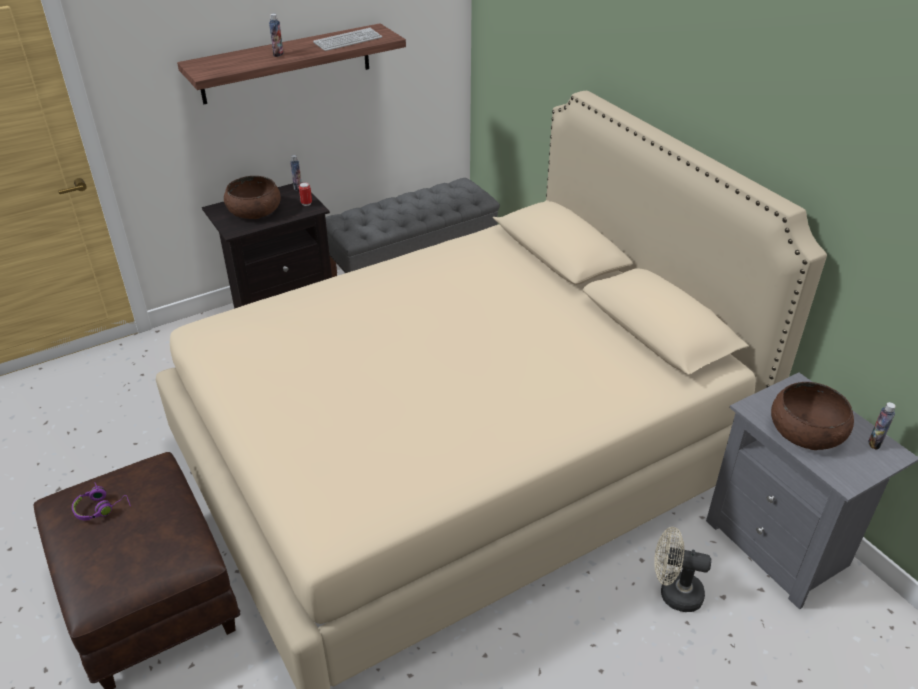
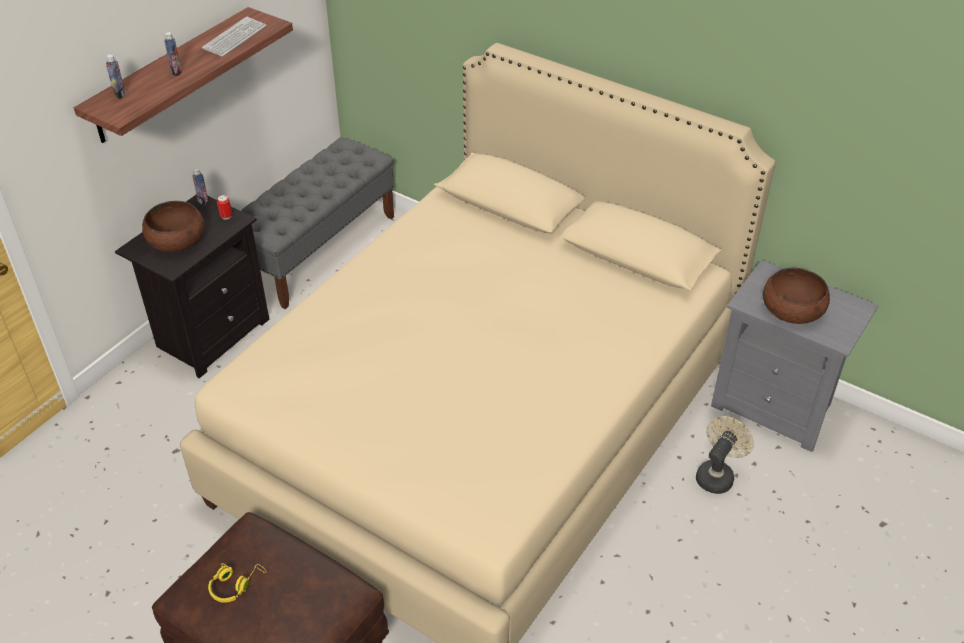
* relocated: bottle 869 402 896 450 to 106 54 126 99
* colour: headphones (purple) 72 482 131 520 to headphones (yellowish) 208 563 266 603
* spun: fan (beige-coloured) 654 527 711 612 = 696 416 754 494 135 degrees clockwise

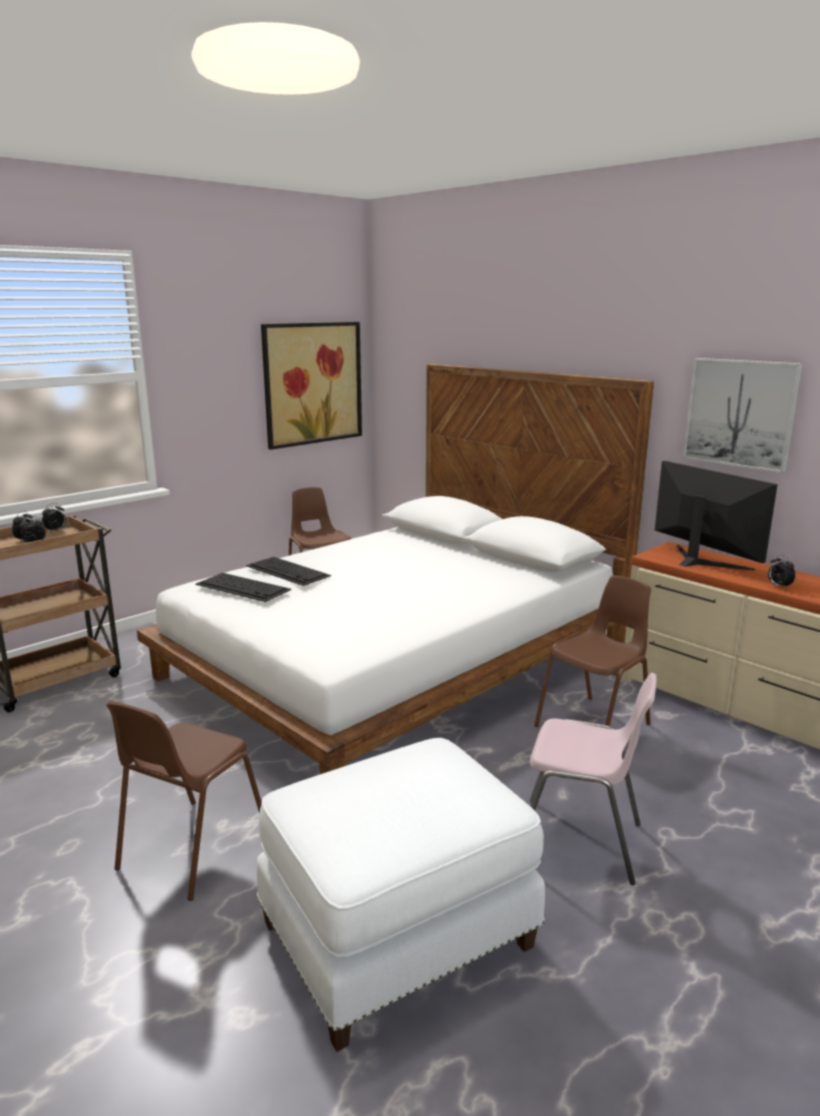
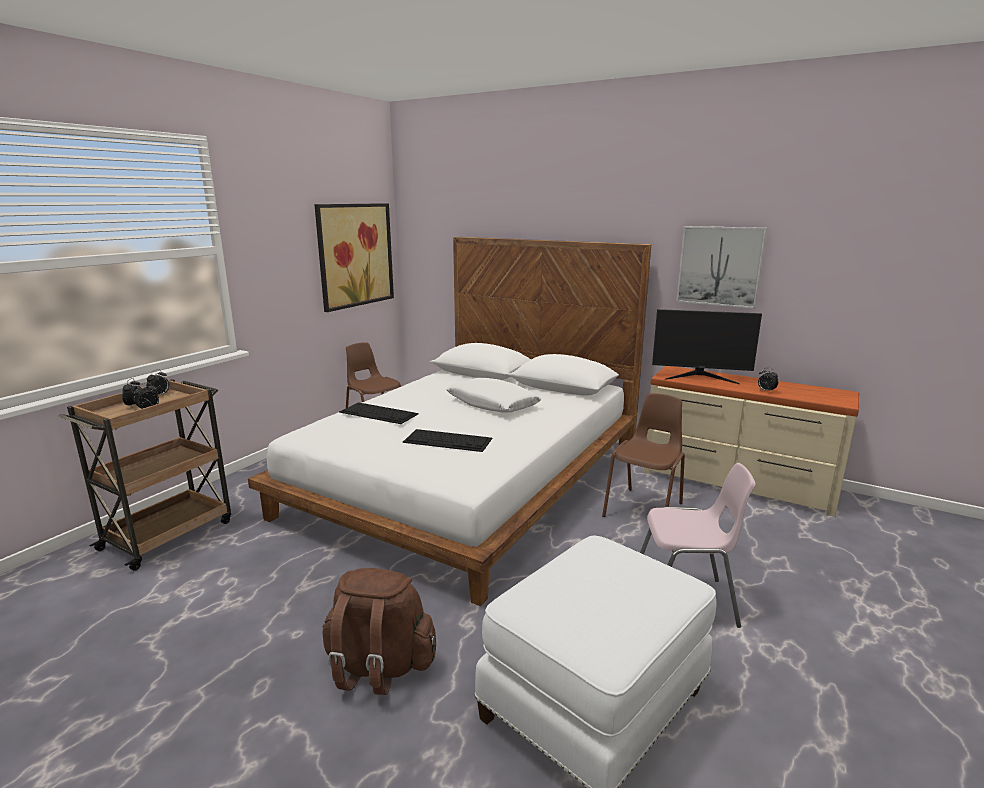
* appeared: throw pillow (white-coloured) 447 378 541 413
* relocated: PC keyboard 195 573 291 602 to 403 429 492 452
* exchanged: chair (brown) 107 701 262 901 to rucksack (brown) 322 568 436 695
* spun: monitor 655 461 778 571 = 652 309 762 384 150 degrees clockwise

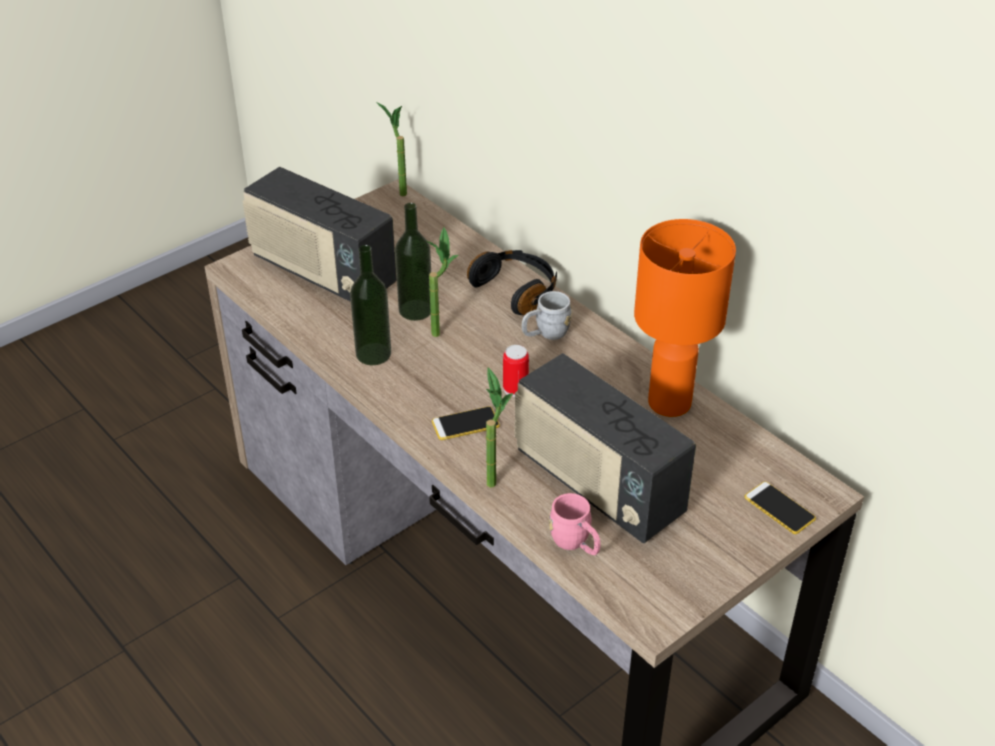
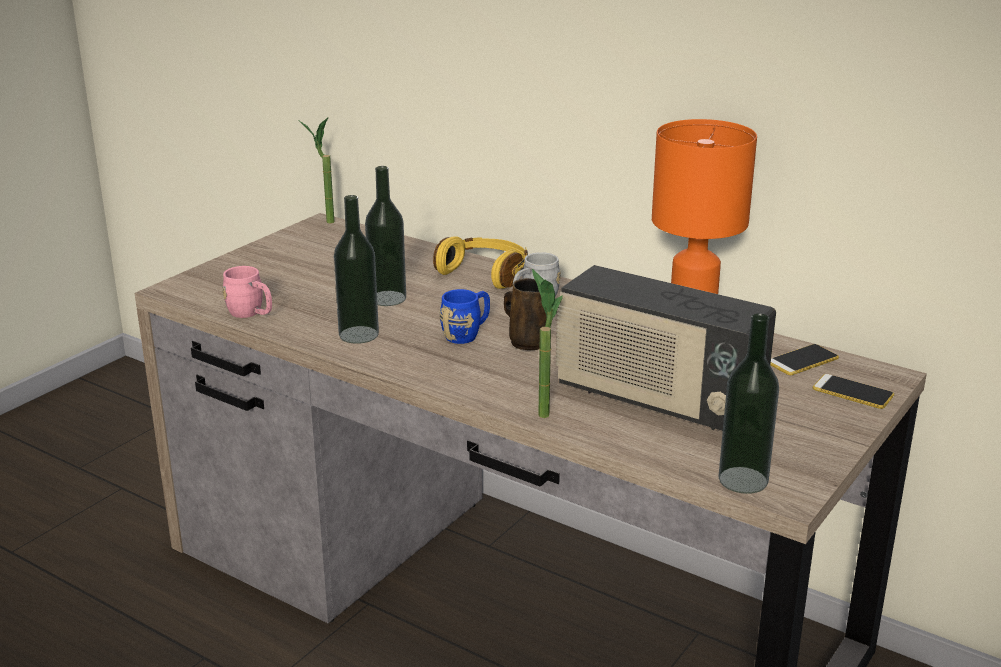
* missing: radio receiver 242 167 397 302
* missing: houseplant 425 227 459 337
* appeared: mug (blue-coloured) 439 289 490 344
* appeared: bottle 718 314 779 494
* relocated: phone 432 406 500 440 to 771 344 839 375
* relocated: mug (pinkish) 548 493 600 555 to 222 266 272 318
* exchanged: metal can 503 345 529 397 to mug (brown) 504 278 547 350
* colour: headphones (black) 467 250 557 315 to headphones (yellowish) 433 236 528 289

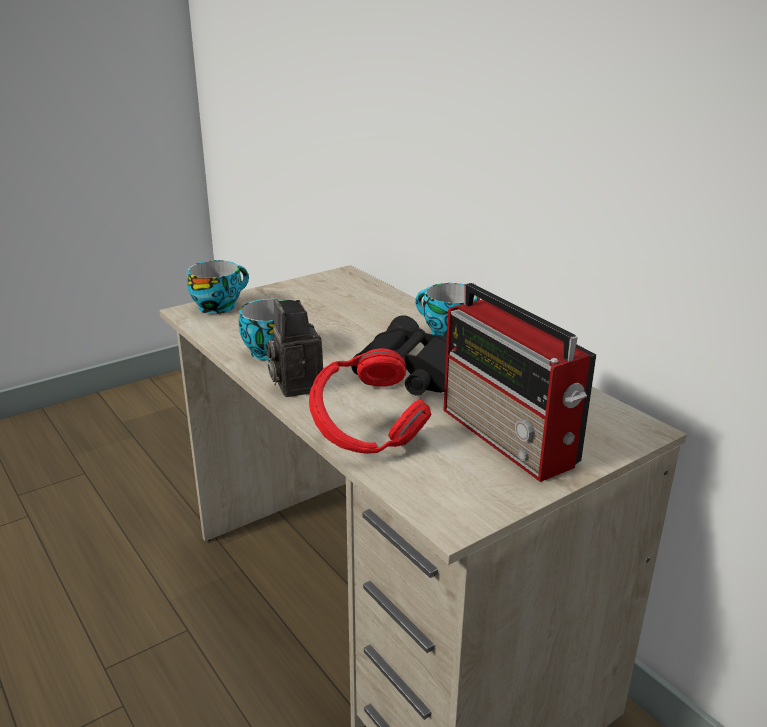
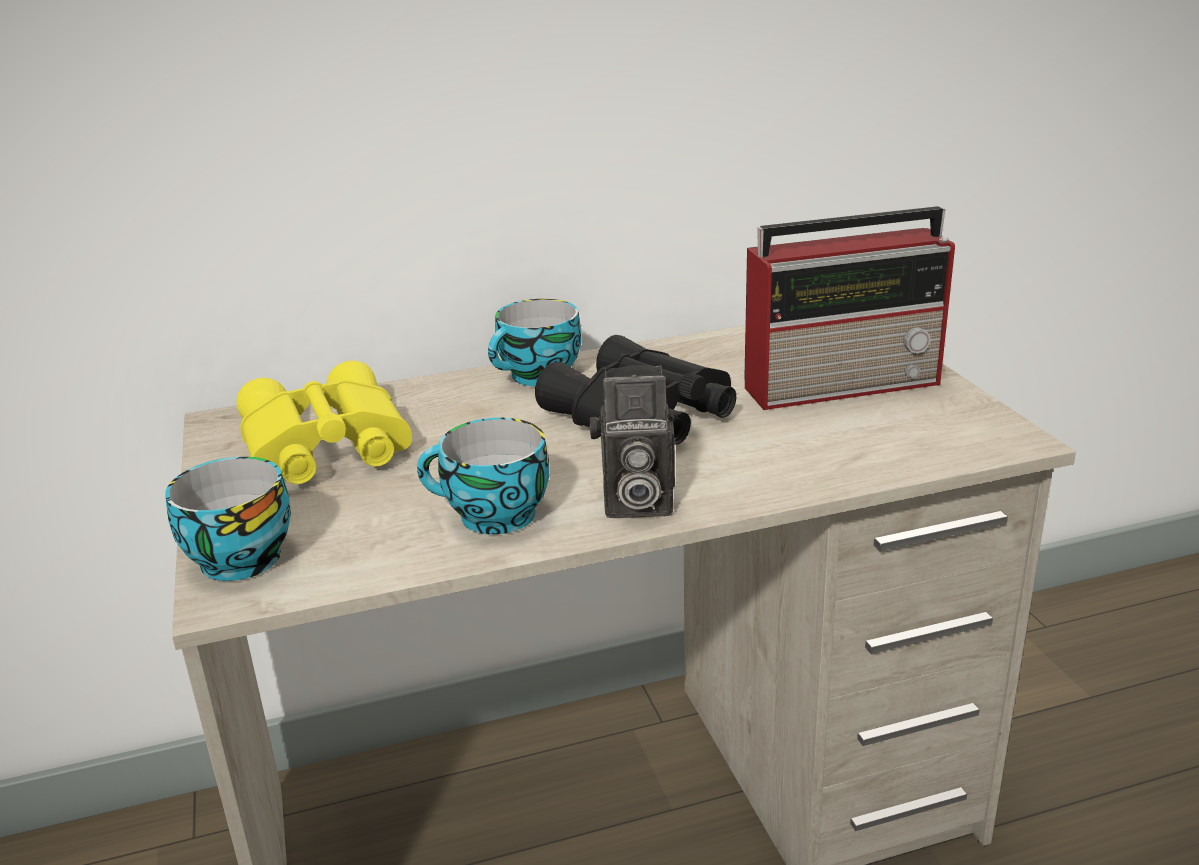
* missing: headphones (reddish) 309 348 431 454
* appeared: field glasses (yellowish) 236 361 412 484

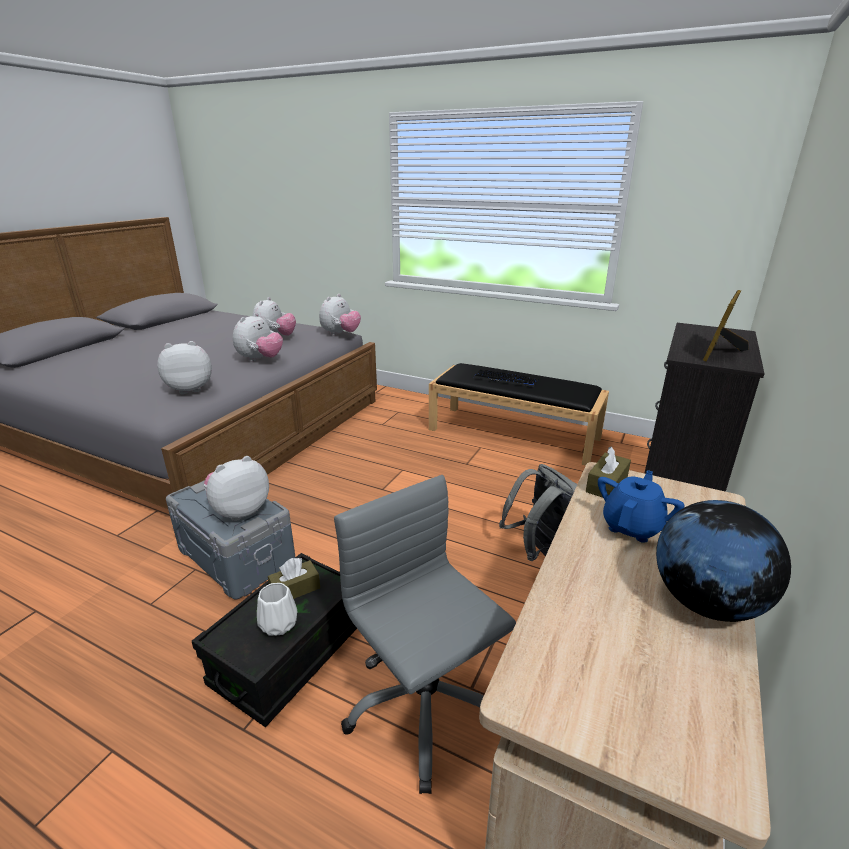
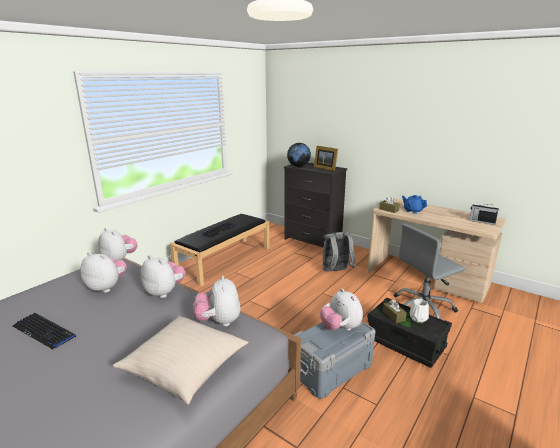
* appeared: PC keyboard 13 313 76 349
* appeared: throw pillow (beige-coloured) 113 316 249 405
* appeared: radio receiver 469 204 499 225
* relocated: globe 656 500 791 622 to 287 143 311 167

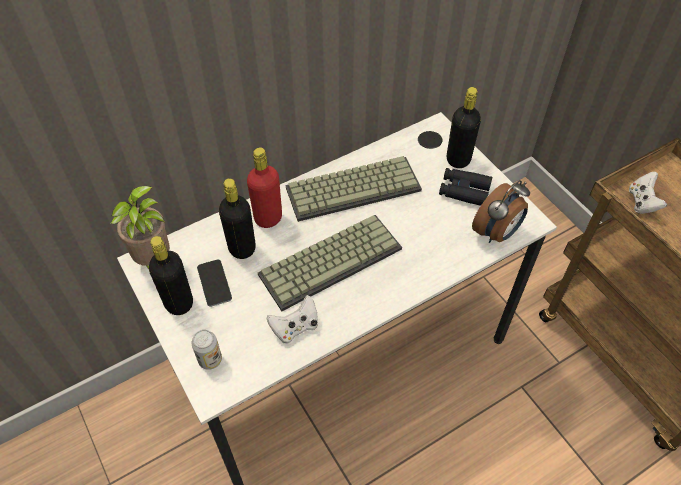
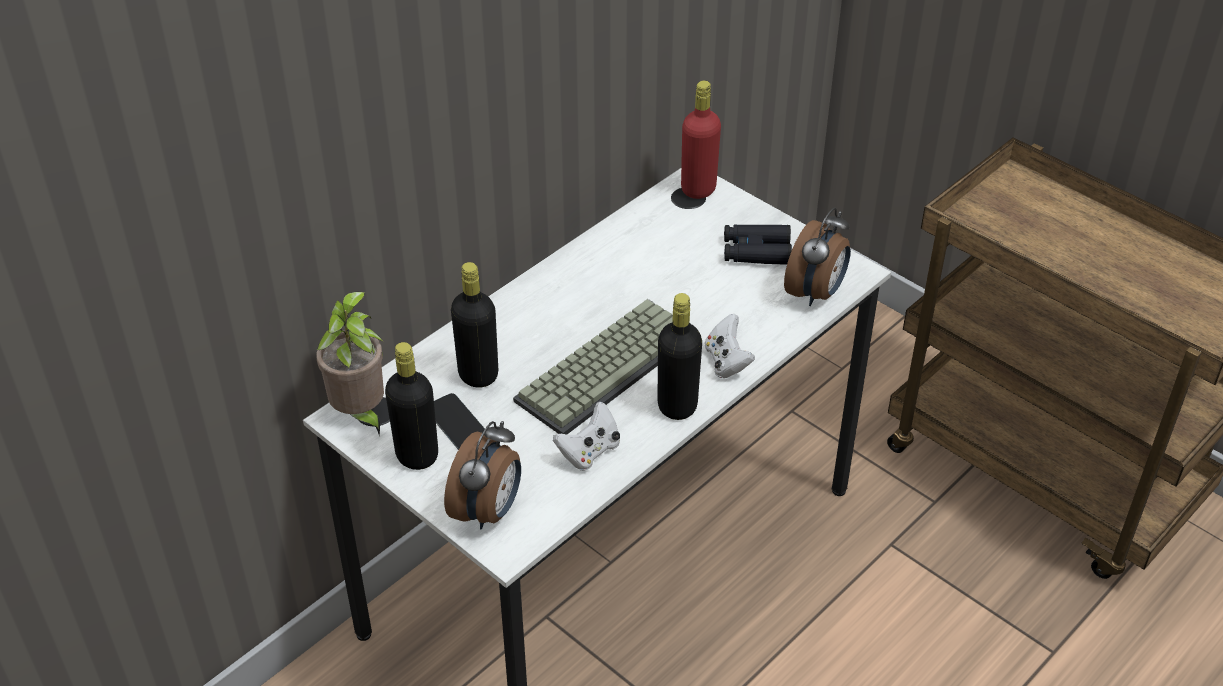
* missing: PC keyboard 286 156 422 222
* relocated: bottle (reddish) 247 148 282 228 to 681 80 721 199
* relocated: bottle (black) 447 87 481 168 to 657 293 702 420
* relocated: joypad (white-coloured) 629 172 667 214 to 705 314 755 378
* exchanged: metal can 191 330 222 370 to bedside clock 444 421 521 529

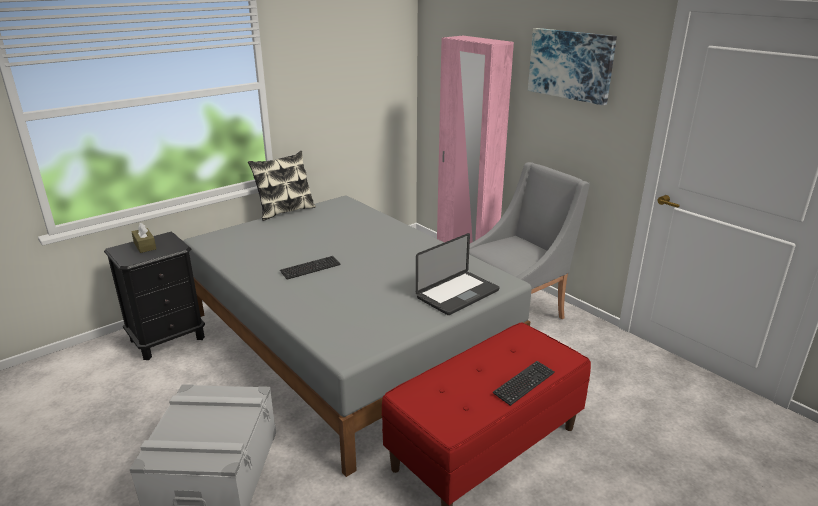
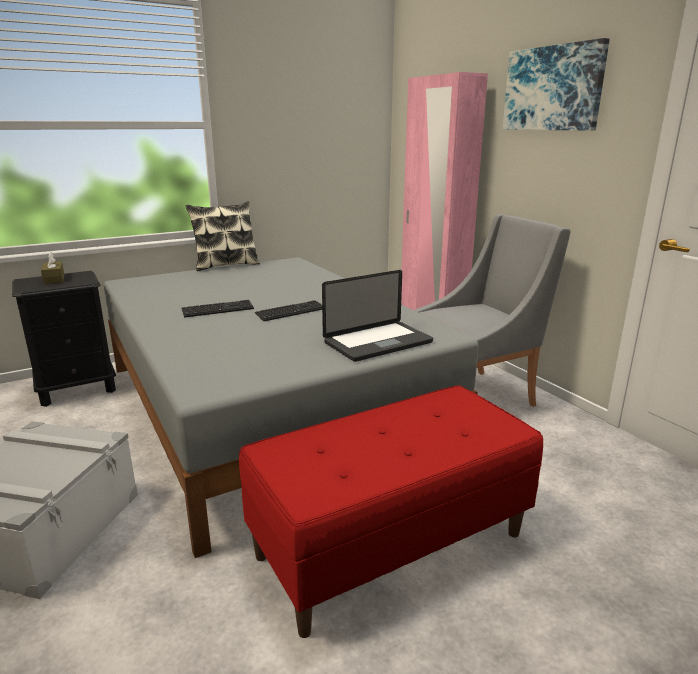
* relocated: PC keyboard 493 361 554 406 to 255 300 322 321

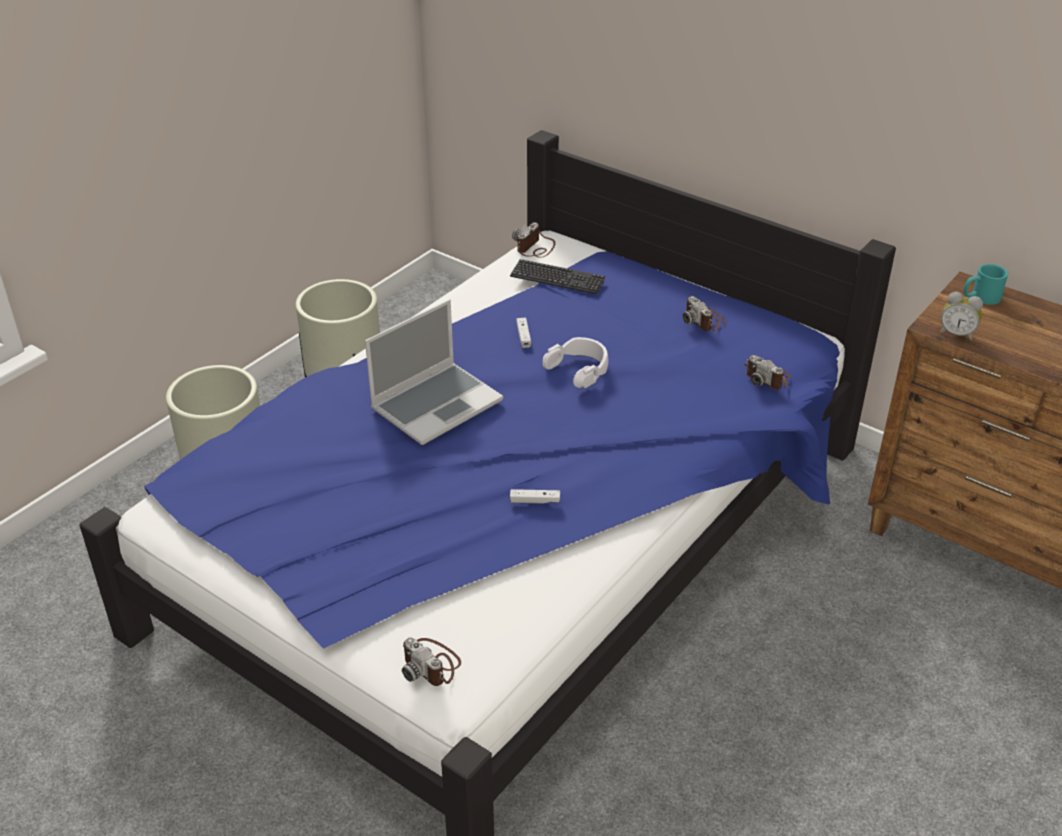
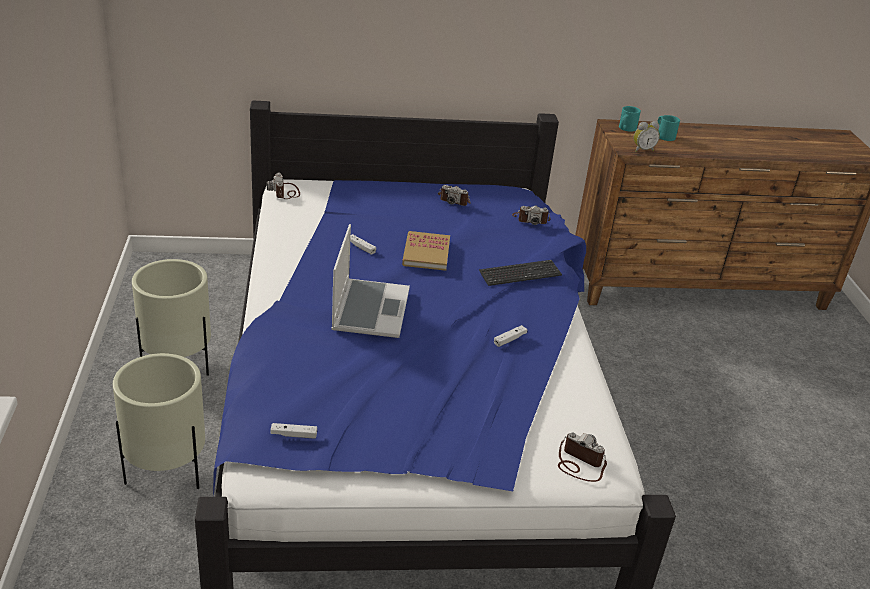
* appeared: joypad (white-coloured) 271 423 317 439
* appeared: mug (turquoise-coloured) 657 115 680 141
* relocated: PC keyboard 510 259 606 294 to 479 260 562 286
* exchanged: headphones (white-coloured) 543 337 608 388 to volume 402 231 450 271
* spun: still camera 402 638 461 686 = 558 432 607 482 150 degrees counterclockwise

